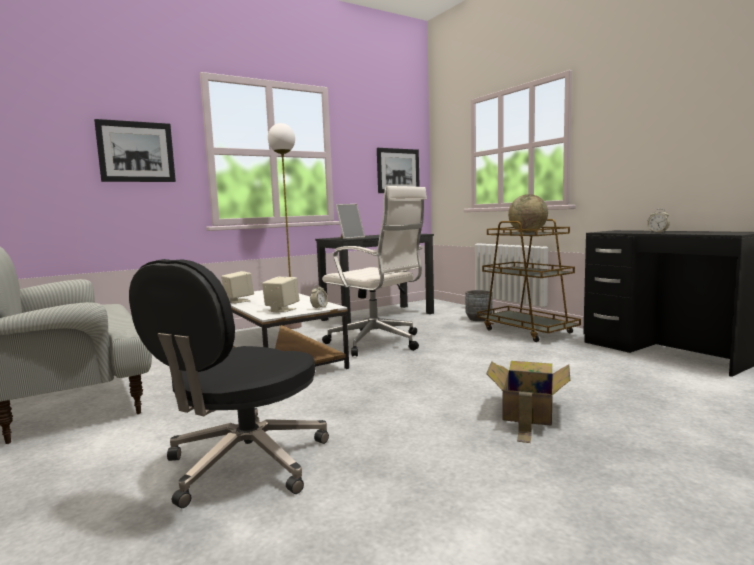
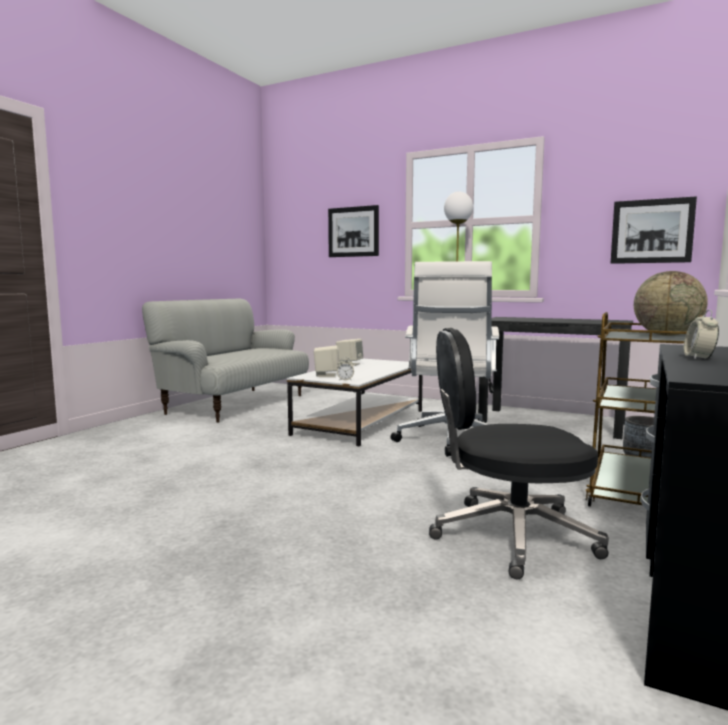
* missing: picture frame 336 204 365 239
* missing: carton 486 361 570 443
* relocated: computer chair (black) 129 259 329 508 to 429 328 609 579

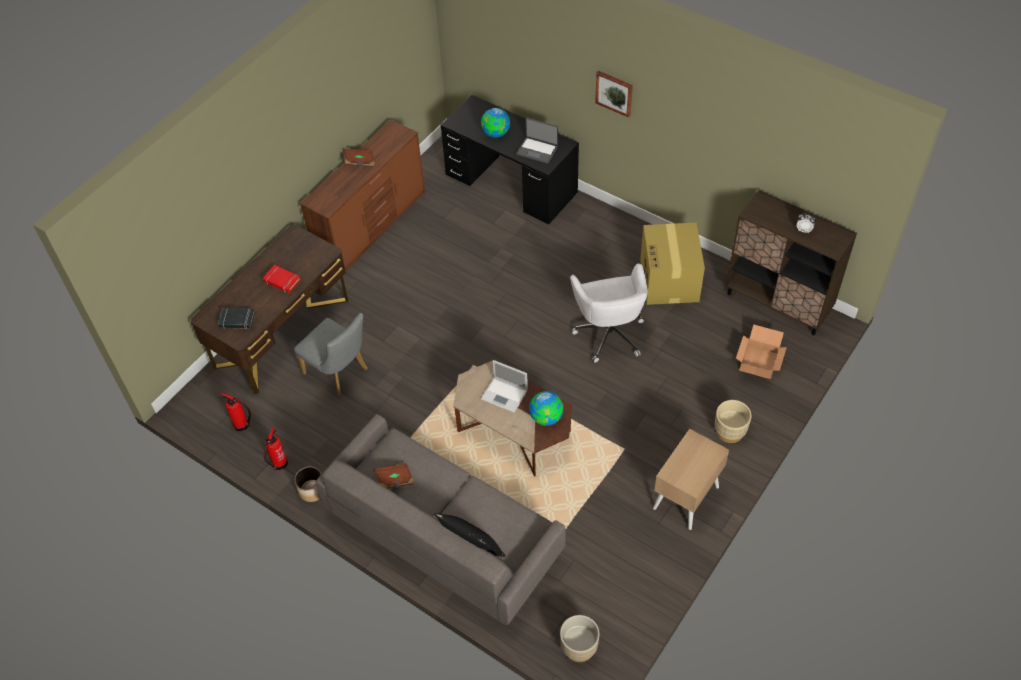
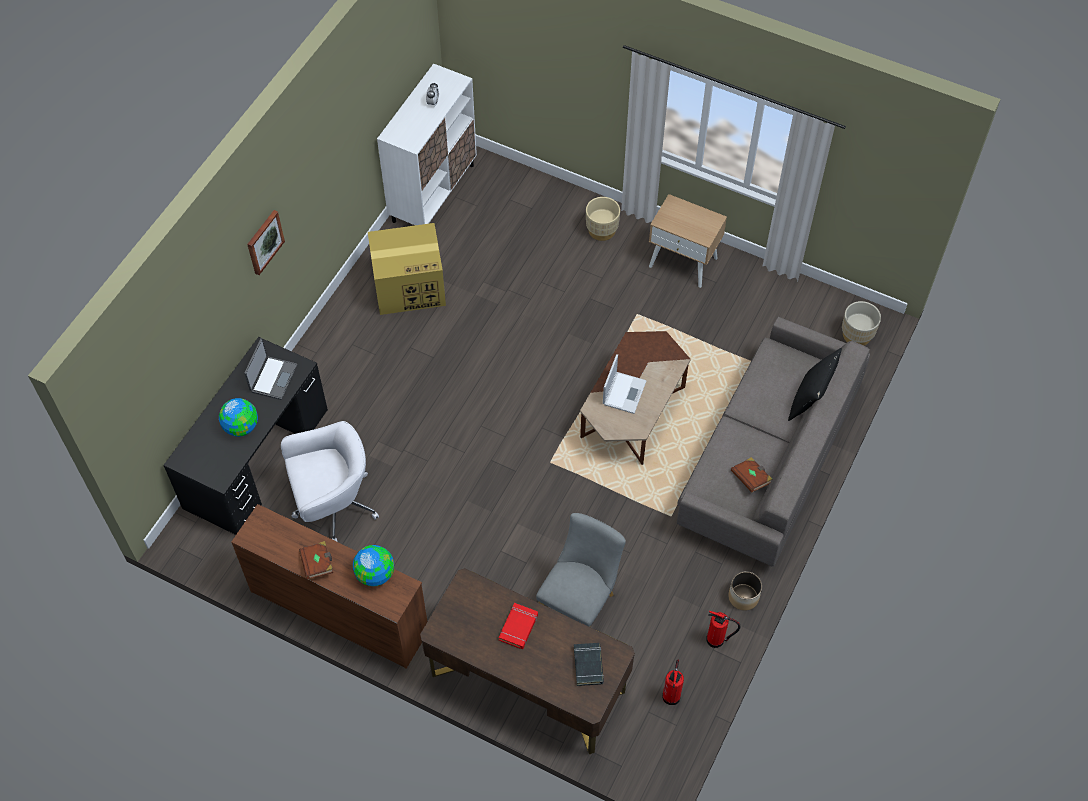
* missing: carton 736 325 787 379
* relocated: globe 529 391 563 426 to 353 545 394 586
* relocated: computer chair (white-coloured) 570 264 648 363 to 281 421 379 542
* colour: storage cabinet (brown) 726 190 857 335 to storage cabinet (white-coloured) 377 64 477 225

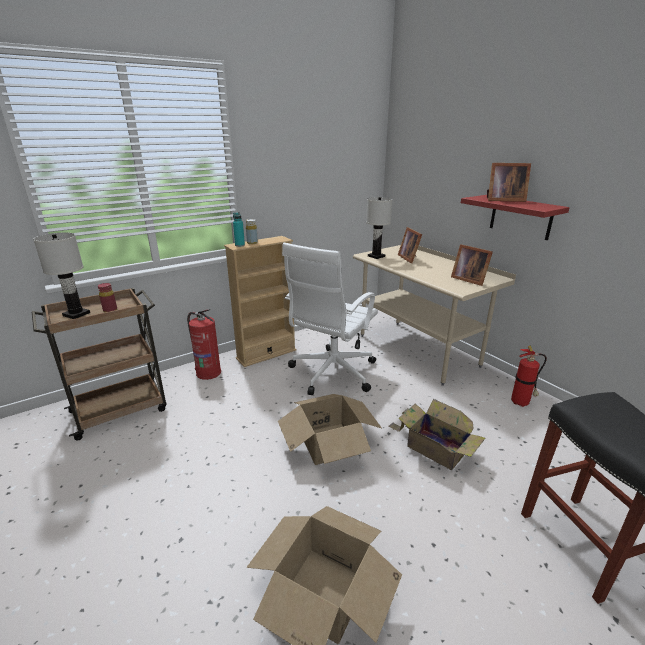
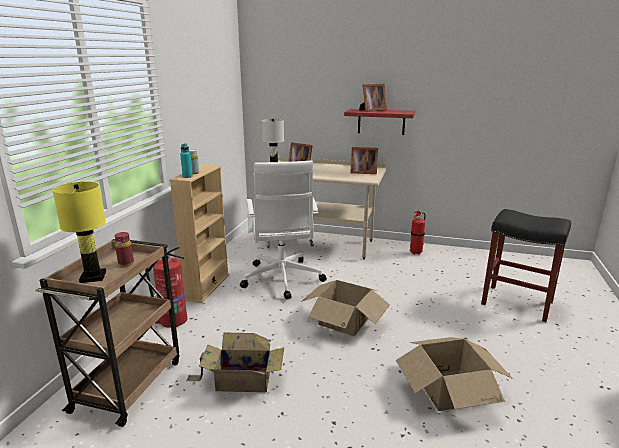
* relocated: carton 388 399 485 470 to 187 333 284 392
* colour: table lamp (white-coloured) 33 233 90 319 to table lamp (yellowish) 52 182 106 283

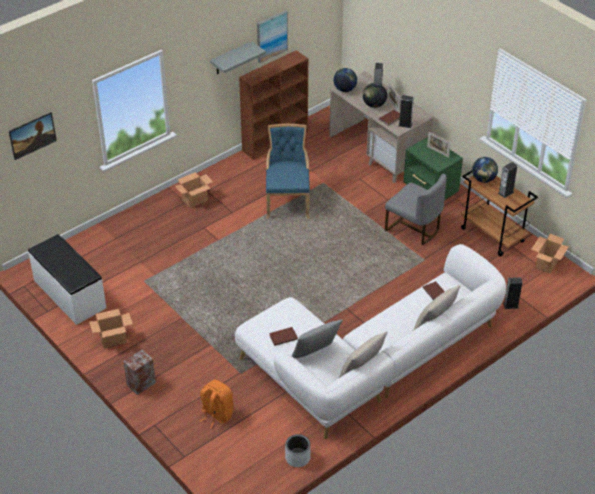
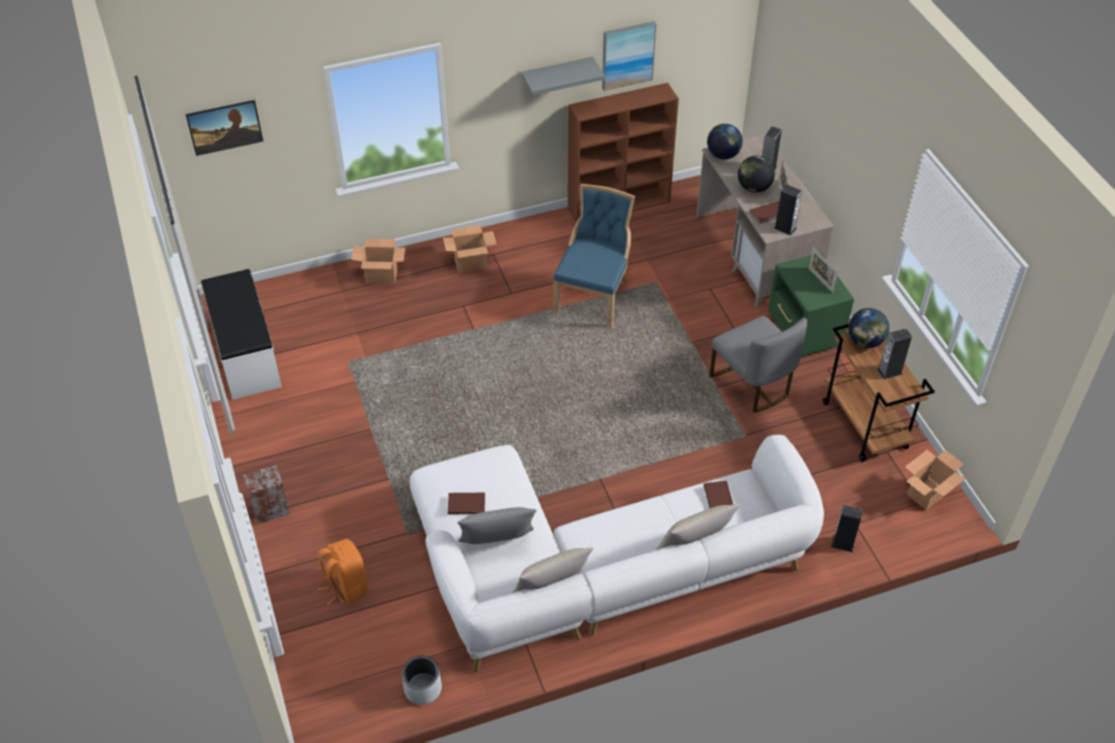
* relocated: carton 89 309 133 348 to 351 239 405 284

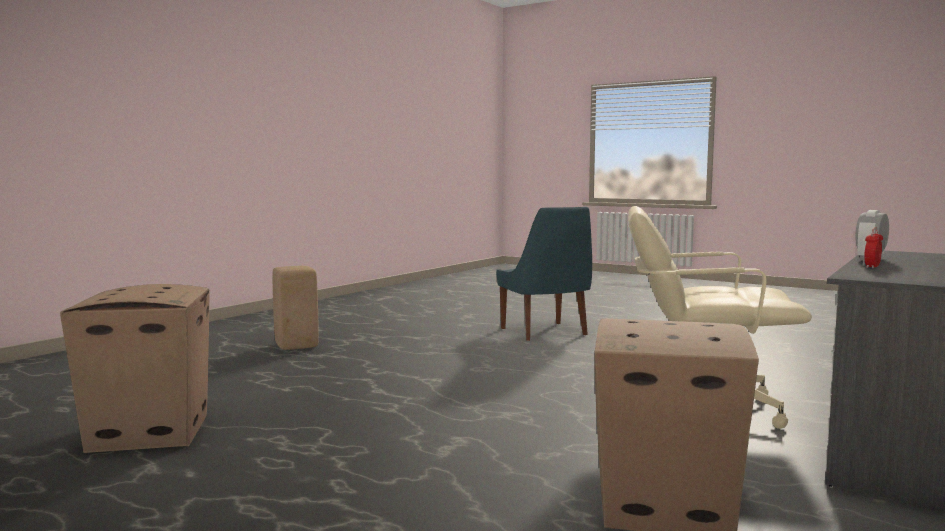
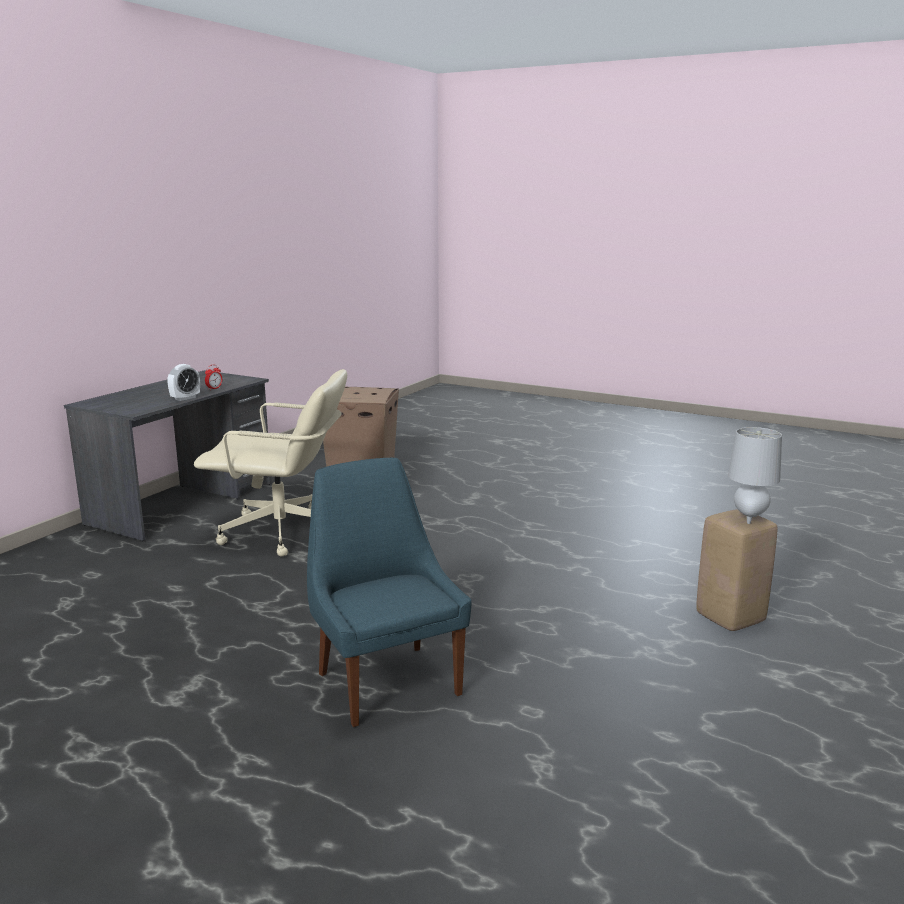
* missing: carton 60 284 210 453
* appeared: table lamp (greyish) 728 427 782 524

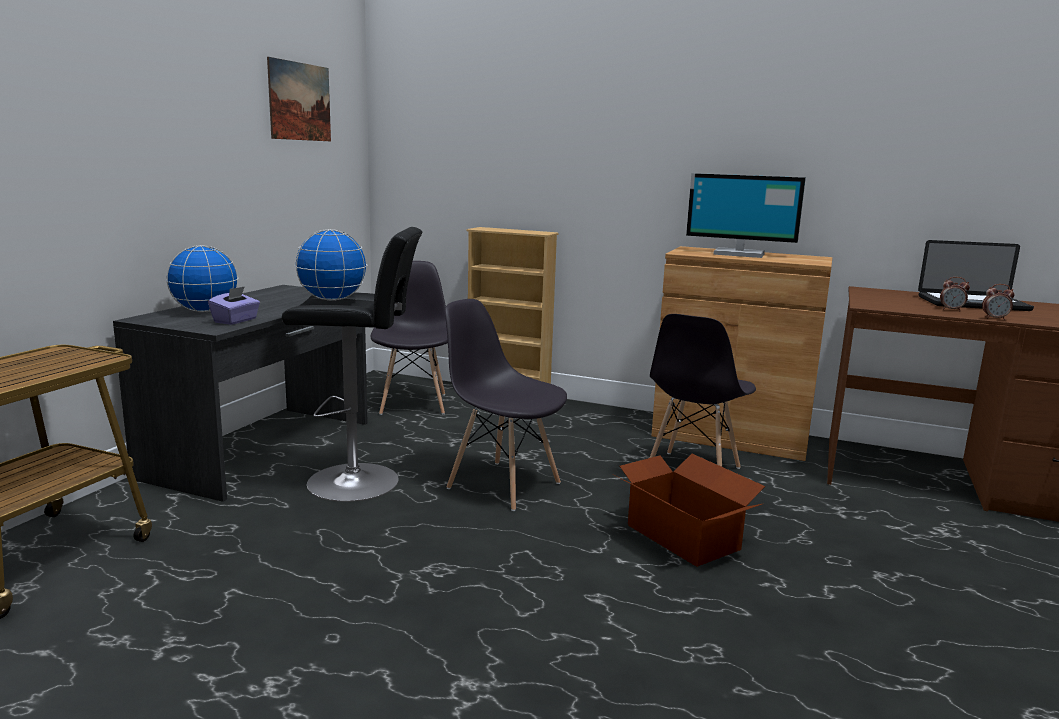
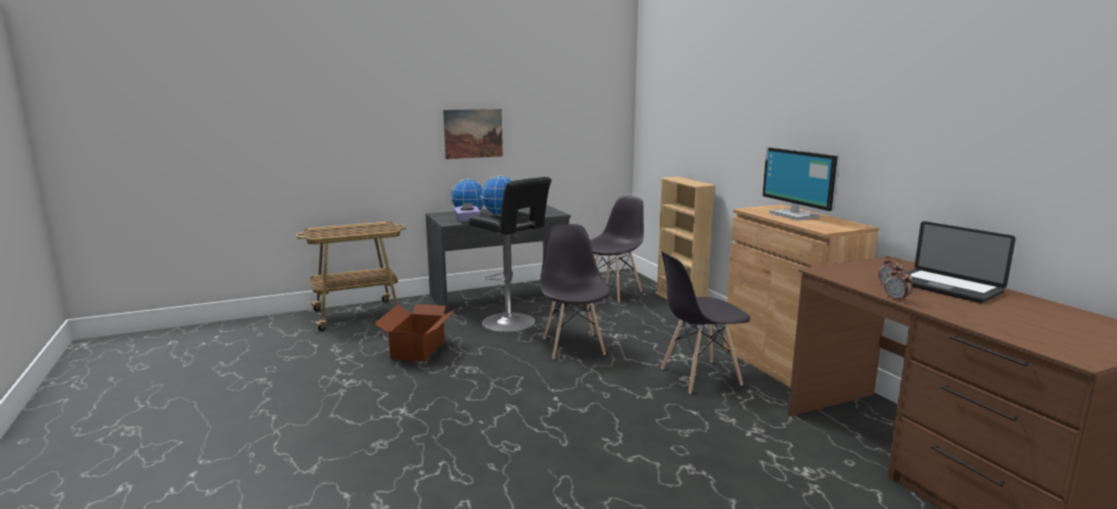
* relocated: wall picture 267 57 331 141 to 443 109 503 159
* relocated: carton 613 454 765 567 to 374 304 457 362

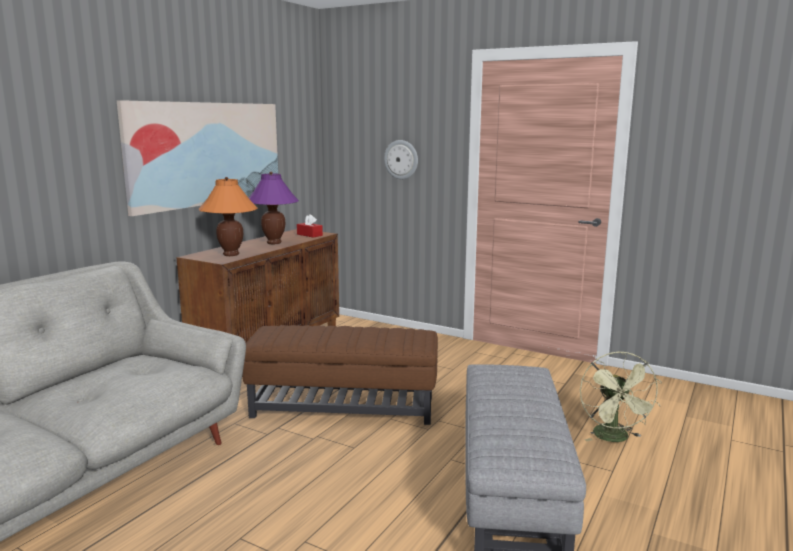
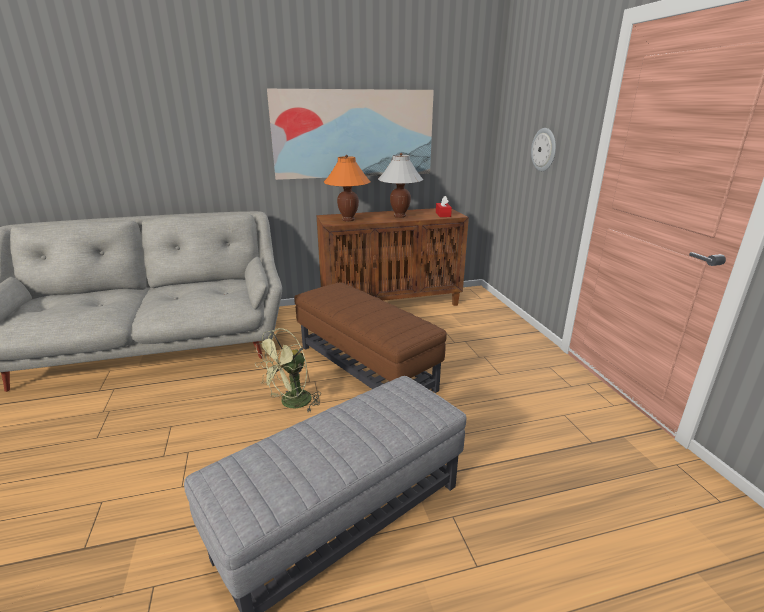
* relocated: fan (green) 580 352 662 442 to 255 328 321 412
* colour: table lamp (purple) 248 172 299 244 to table lamp (white-coloured) 378 153 423 218

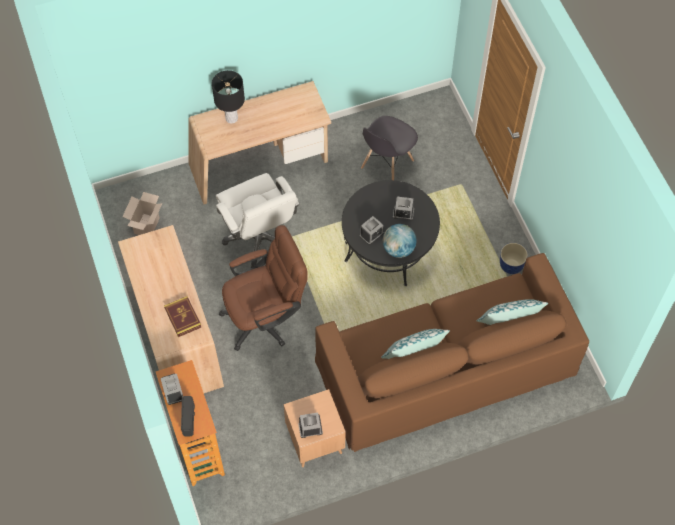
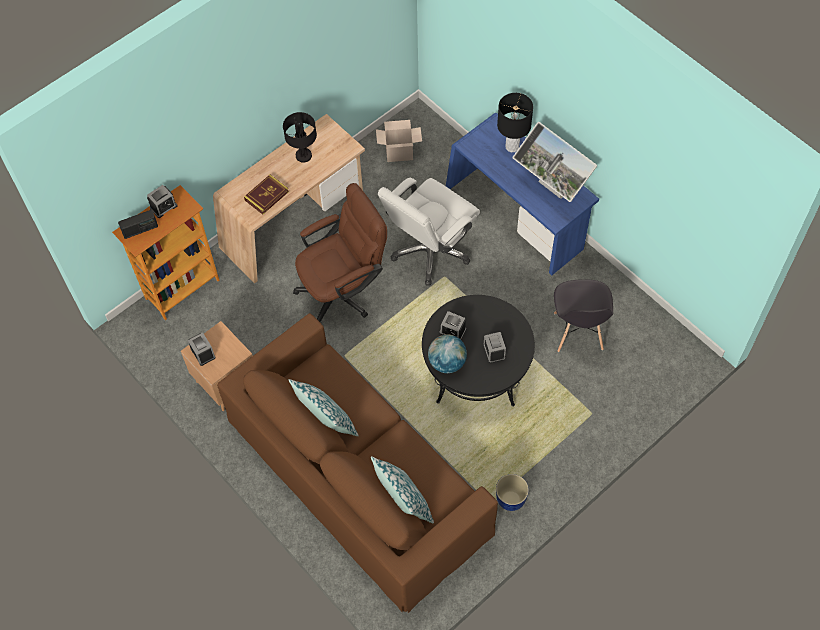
* appeared: table lamp (black) 283 112 317 163
* appeared: monitor 512 122 597 202
* colour: desk table (beige-coloured) 188 81 331 205 to desk table (blue-coloured) 446 113 599 275
* spun: computer chair (brown) 219 225 308 351 = 293 183 387 323 75 degrees counterclockwise
* spun: chair (greyish) 361 116 418 180 = 554 279 613 352 105 degrees counterclockwise

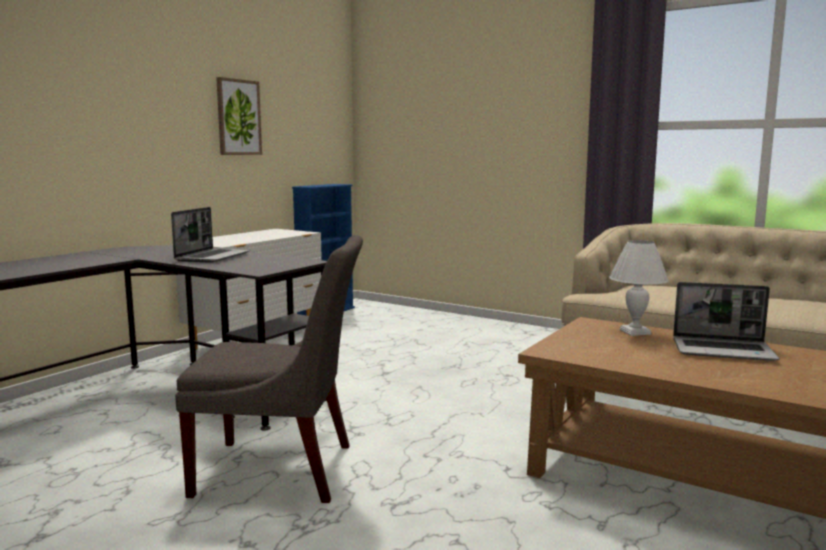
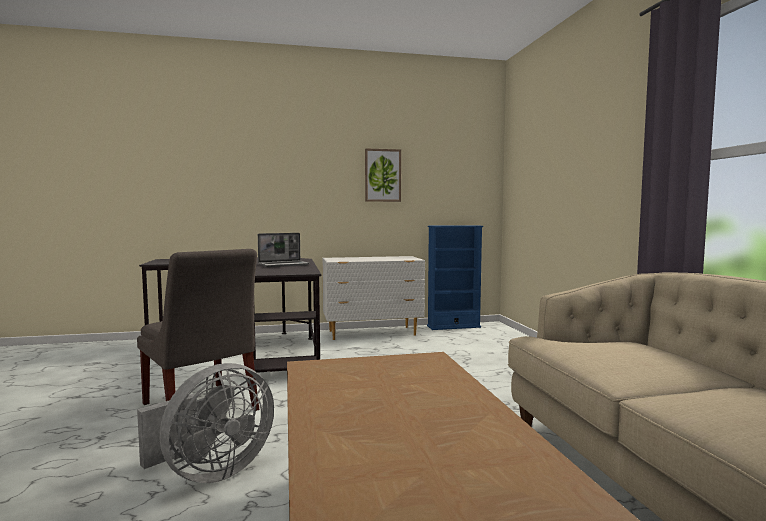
* missing: table lamp (white-coloured) 609 240 669 336
* missing: portable computer 673 282 779 361
* appeared: fan (greyish) 137 363 274 483

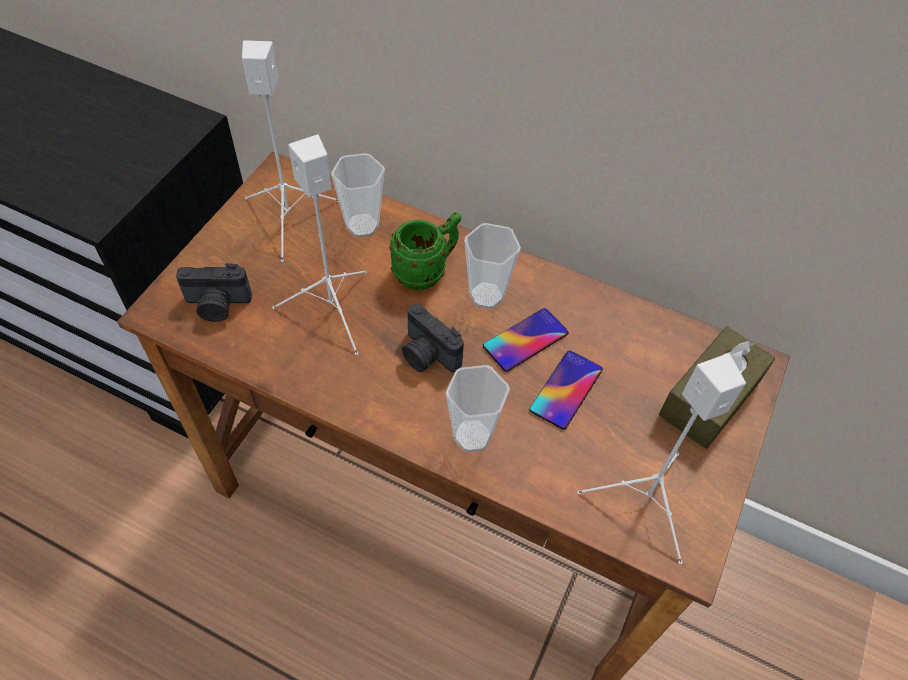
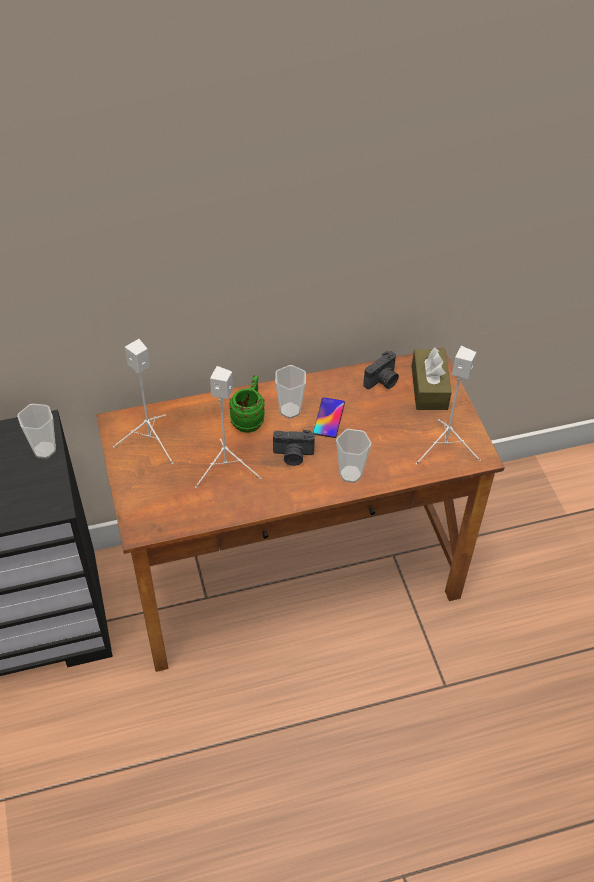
* missing: phone 529 350 603 430
* relocated: still camera 176 263 252 322 to 363 351 399 389
* relocated: drinking cup 331 153 385 238 to 17 404 56 459

